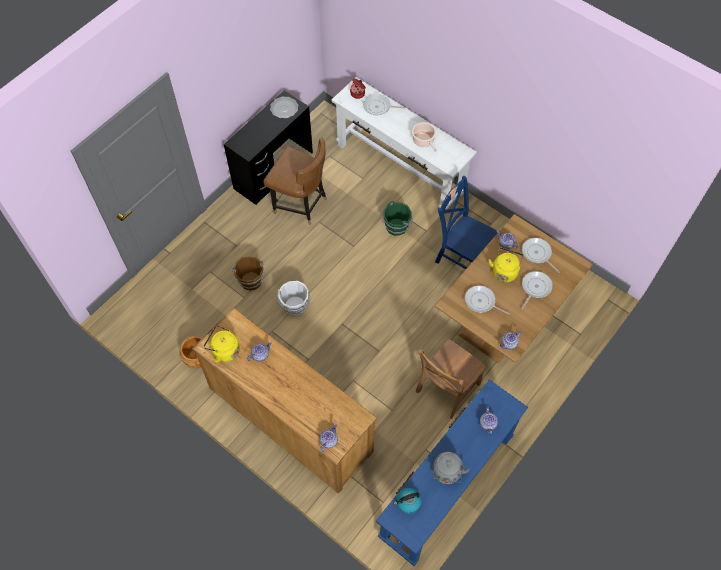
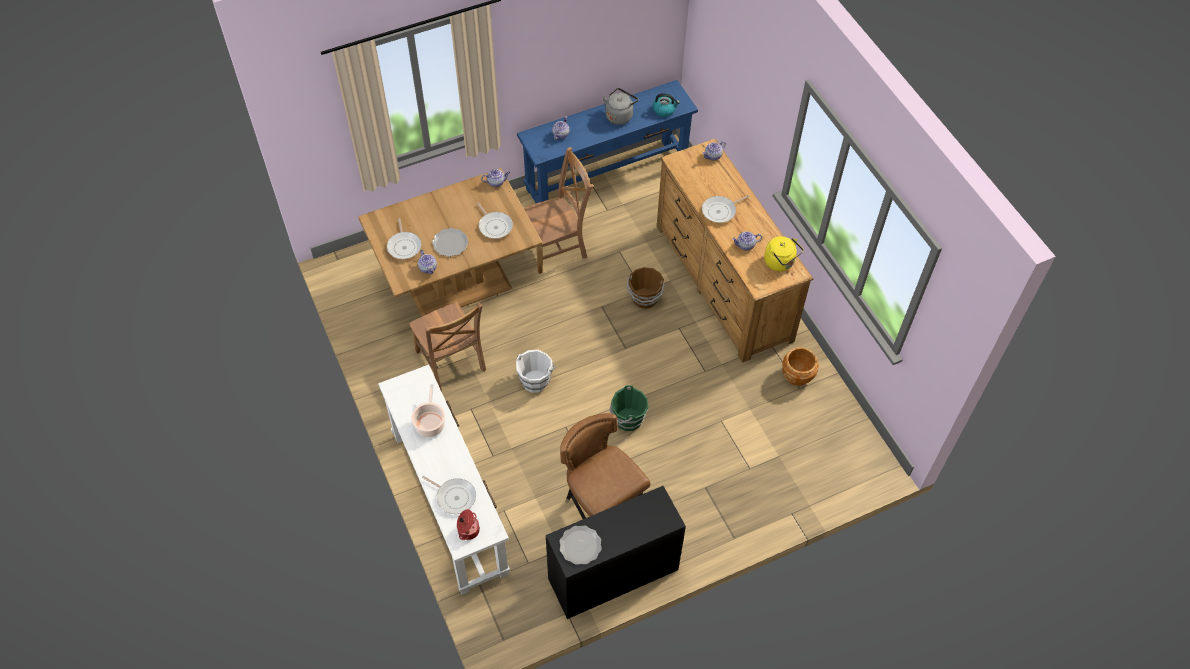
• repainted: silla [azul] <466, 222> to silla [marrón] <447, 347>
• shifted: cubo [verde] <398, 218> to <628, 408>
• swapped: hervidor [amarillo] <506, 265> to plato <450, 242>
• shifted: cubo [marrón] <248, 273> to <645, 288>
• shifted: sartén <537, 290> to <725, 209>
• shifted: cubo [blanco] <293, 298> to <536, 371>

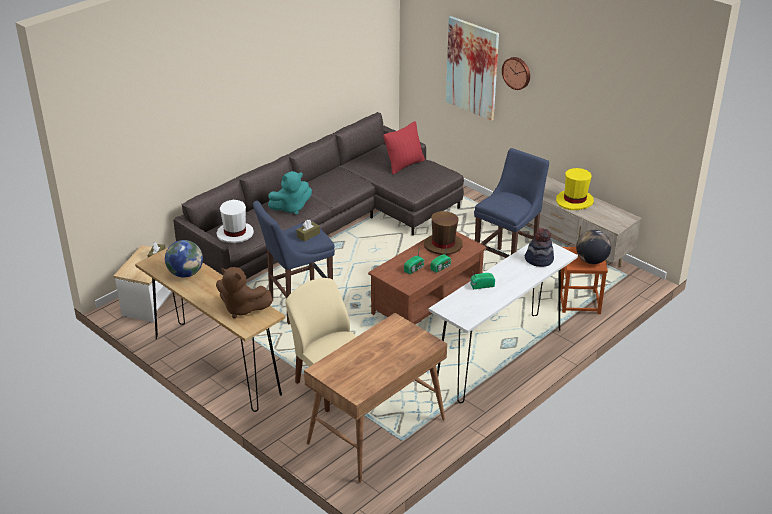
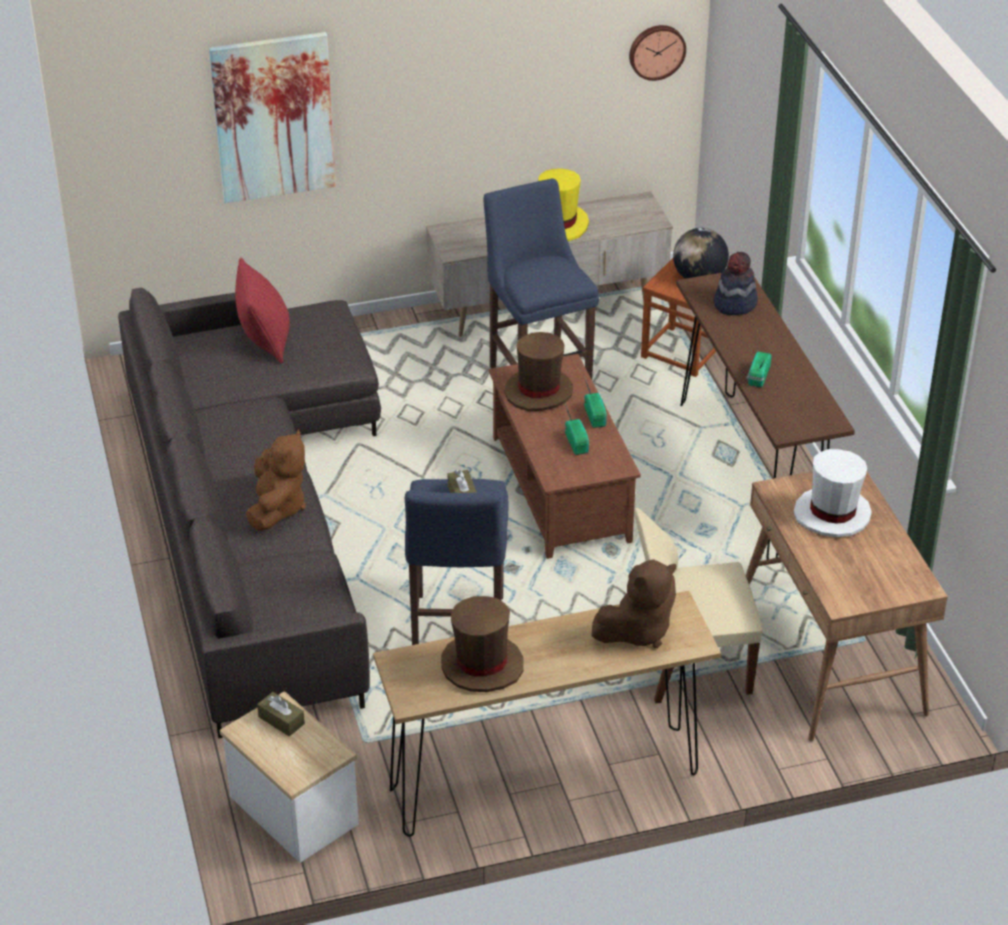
• shifted: reloj de pared <516, 73> to <657, 53>
• repainted: peluche [turquesa] <290, 193> to peluche [marrón] <276, 480>
• shifted: sombrero [blanco] <235, 221> to <833, 493>
• swapped: globo terráqueo <184, 259> to sombrero [marrón] <482, 644>
• repainted: mesa consola [blanco] <503, 323> to mesa consola [marrón] <765, 416>

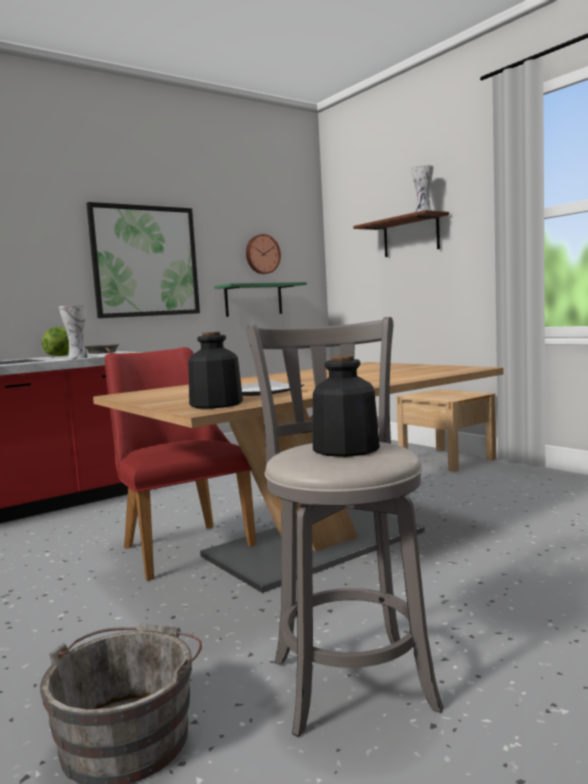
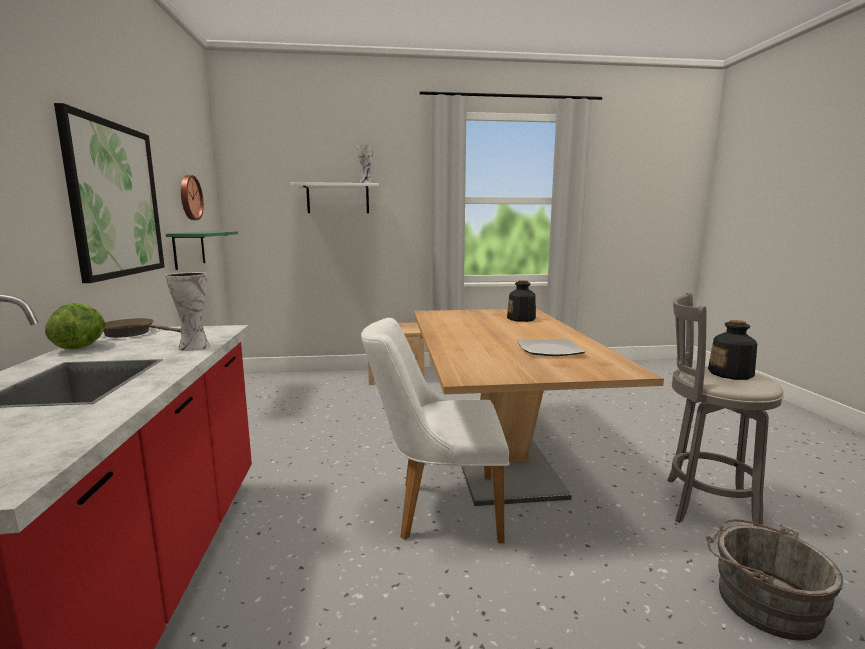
• repainted: estante [marrón] <401, 233> to estante [blanco] <335, 197>
• shifted: botella <215, 370> to <521, 301>
• repainted: silla [rojo] <180, 464> to silla [blanco] <435, 430>

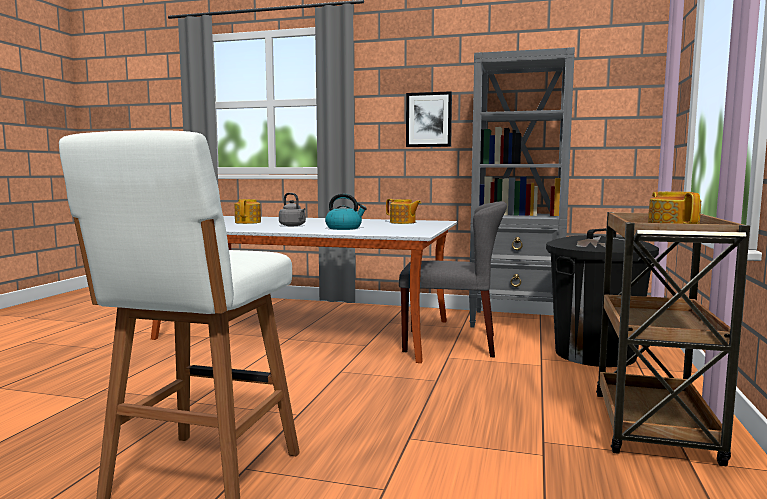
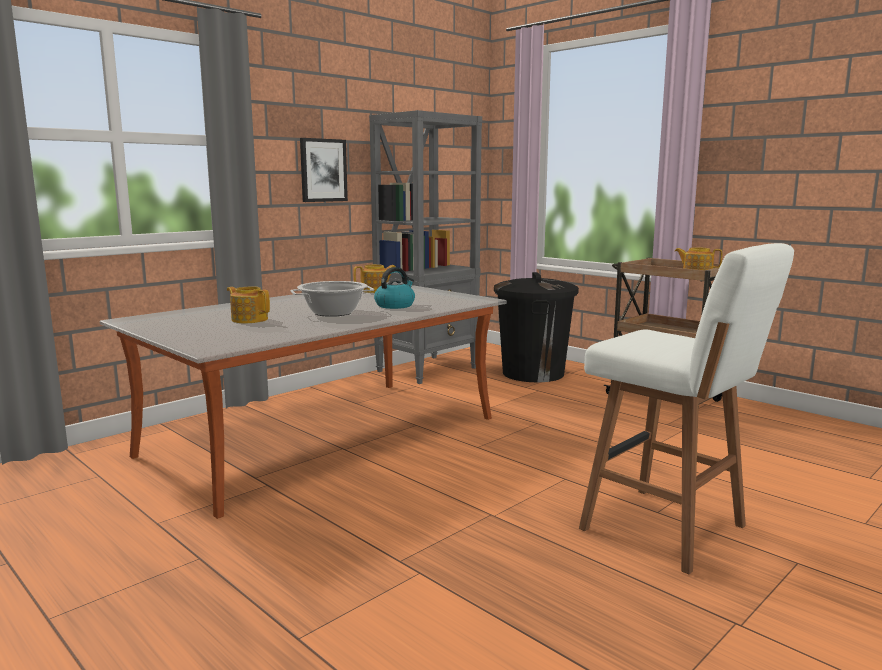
• swapped: hervidor [gris] <292, 209> to olla <332, 299>
• gone: silla [gris] <453, 279>

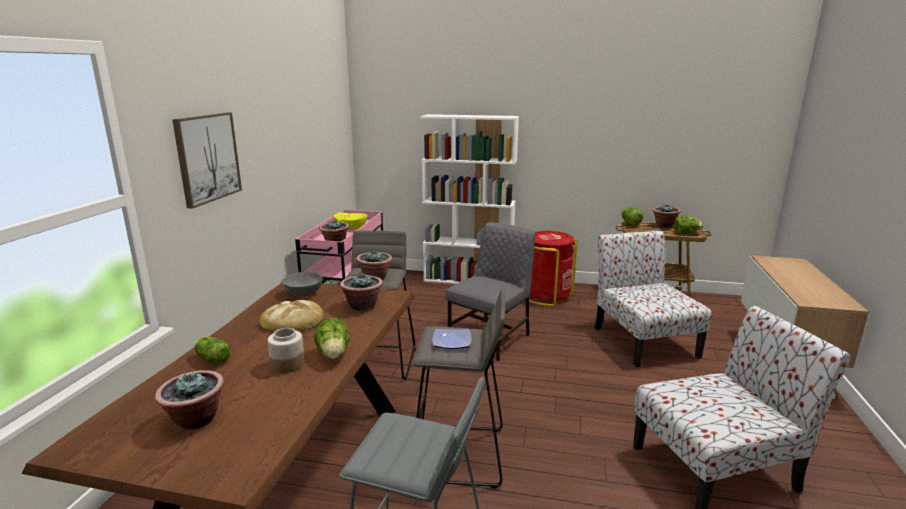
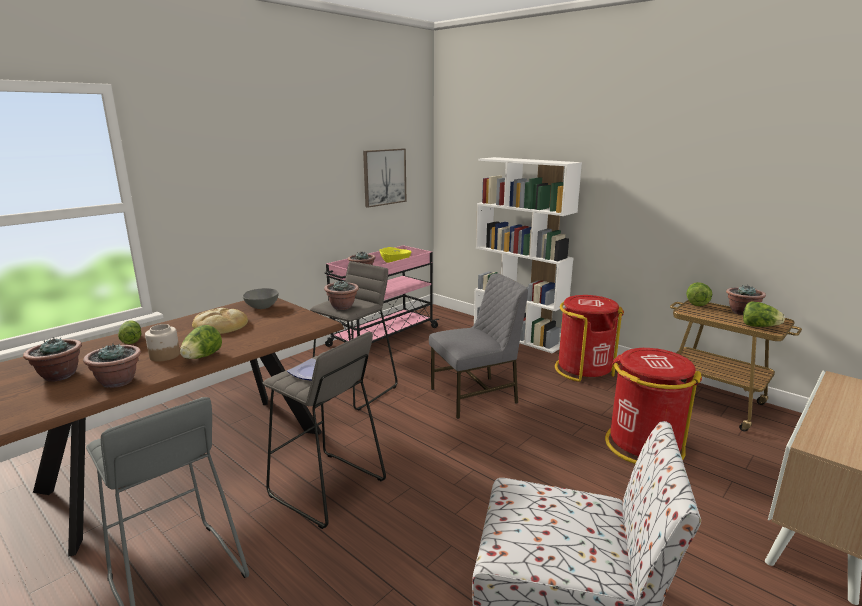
• shifted: cuadro <207, 160> to <384, 178>
• swapped: silla <653, 299> to papelera [rojo] <653, 406>
• shifted: planta en maceta <361, 292> to <112, 365>

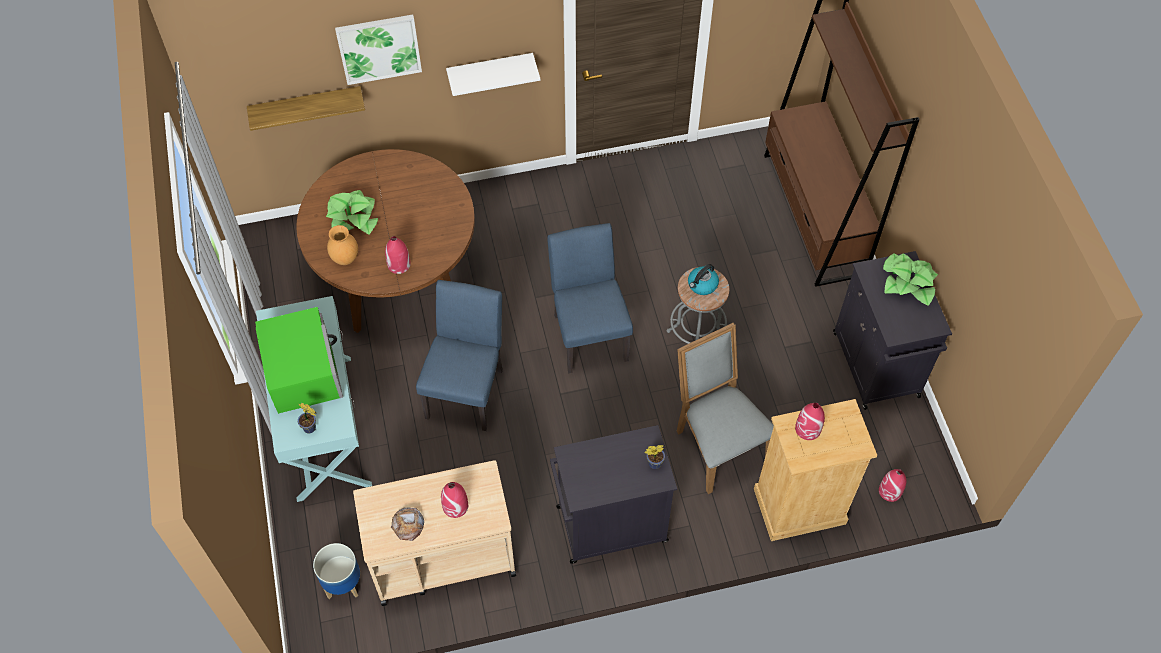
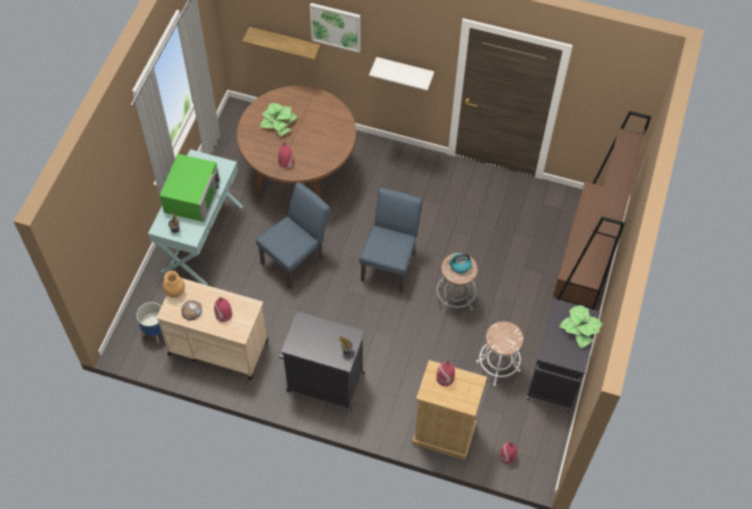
• shifted: florero [marrón] <342, 245> to <174, 284>
• gone: silla [gris] <725, 408>
• new: taburete [blanco] <500, 353>

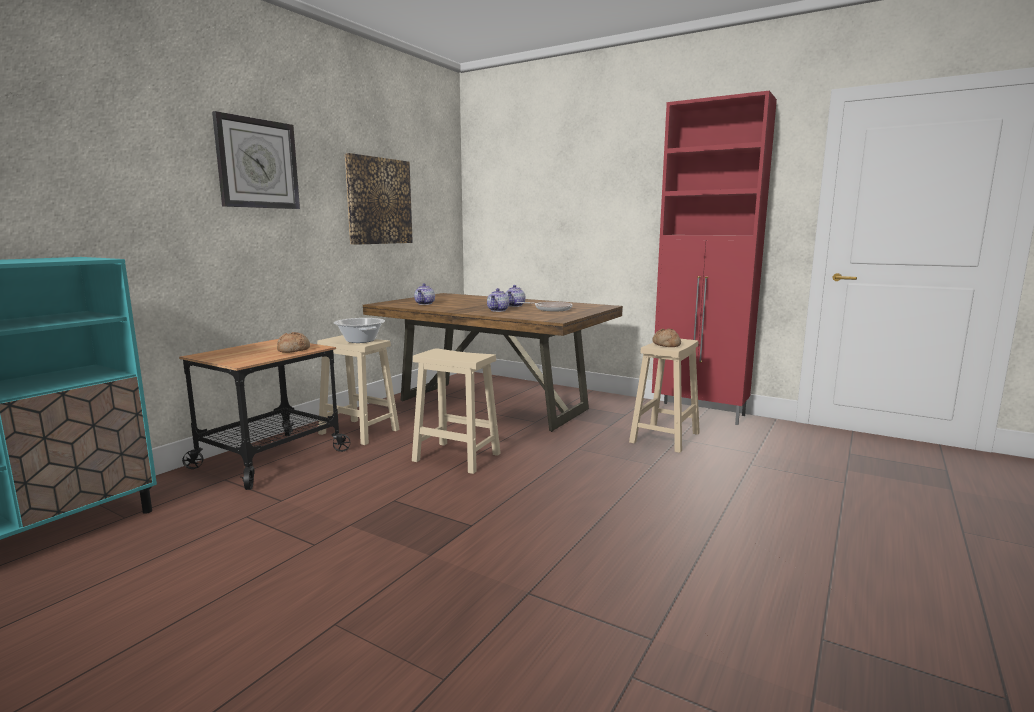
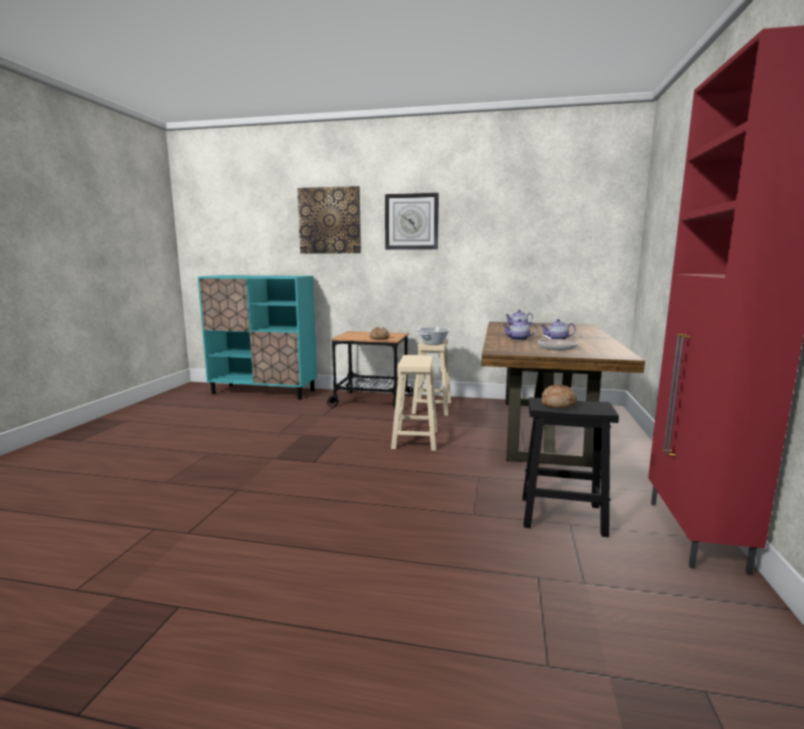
• shifted: cuadro <379, 199> to <329, 219>
• repainted: taburete [beis] <664, 396> to taburete [negro] <570, 467>

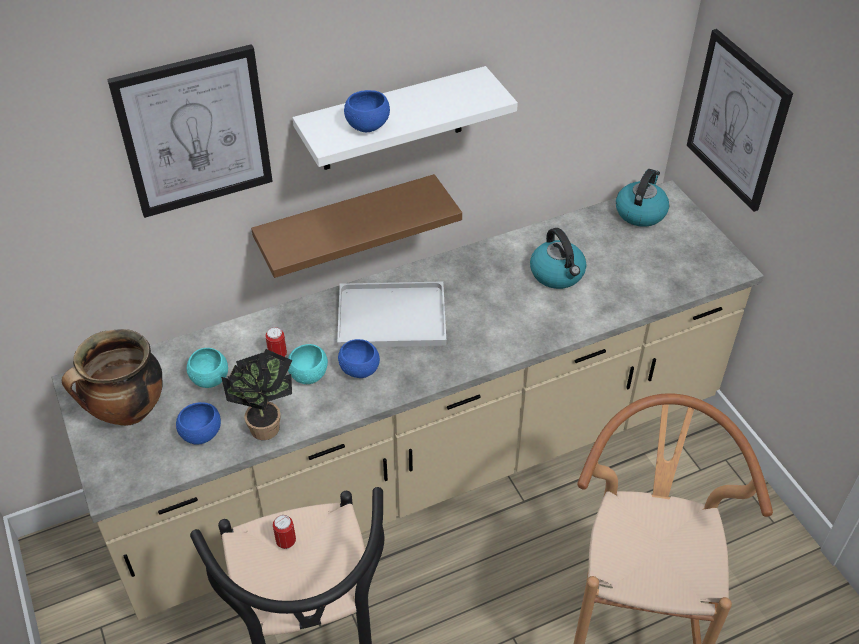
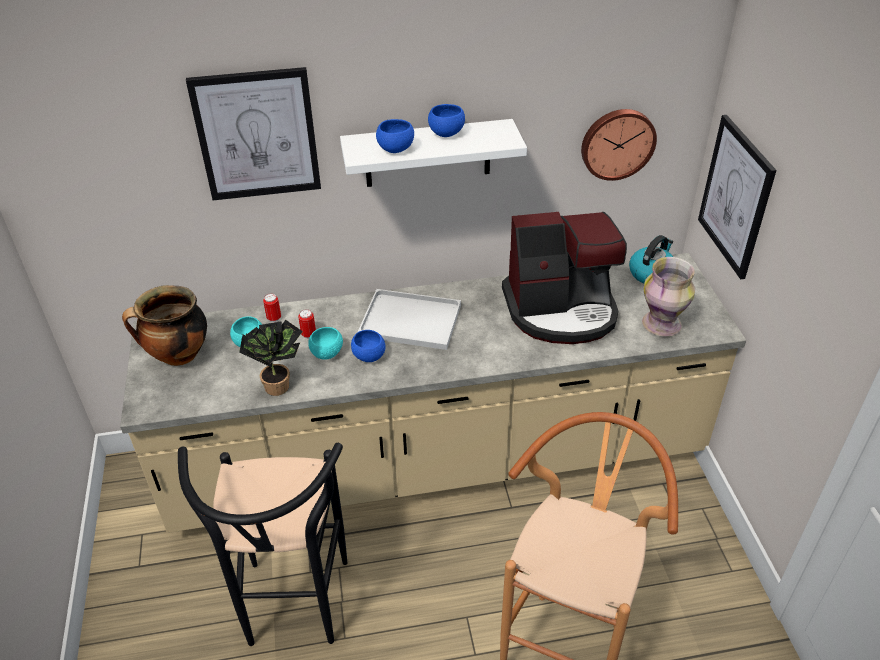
• gone: estante [marrón] <356, 226>
• swapped: hervidor <558, 258> to cafetera <564, 278>
• shifted: cuenco [azul] <198, 423> to <446, 120>
• shifted: lata <284, 532> to <272, 308>
• new: reloj de pared <619, 145>
• new: florero <668, 297>

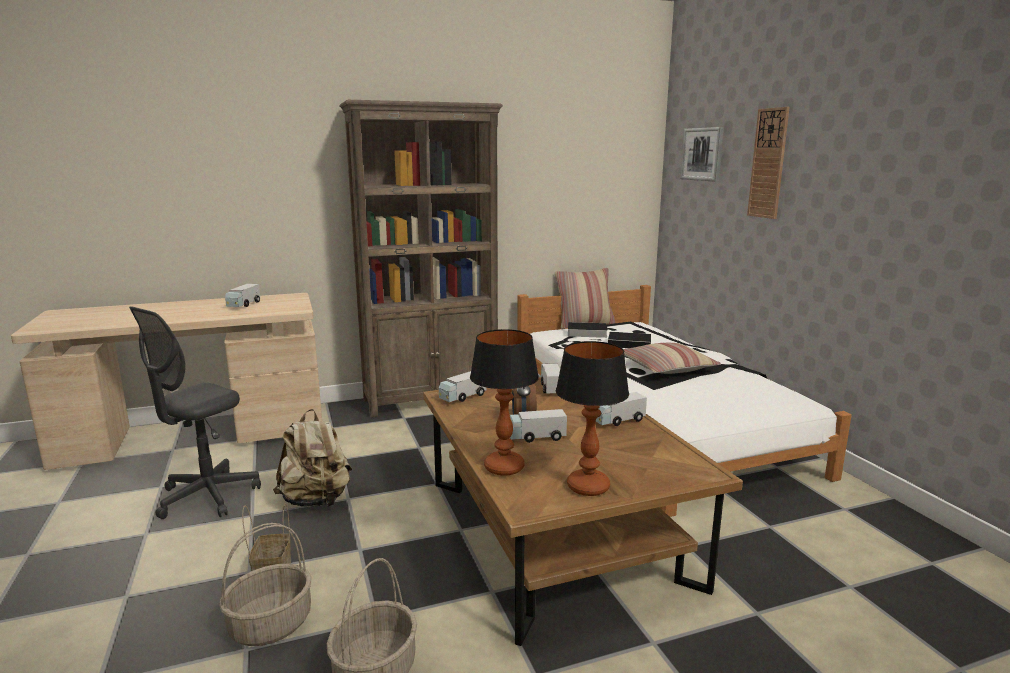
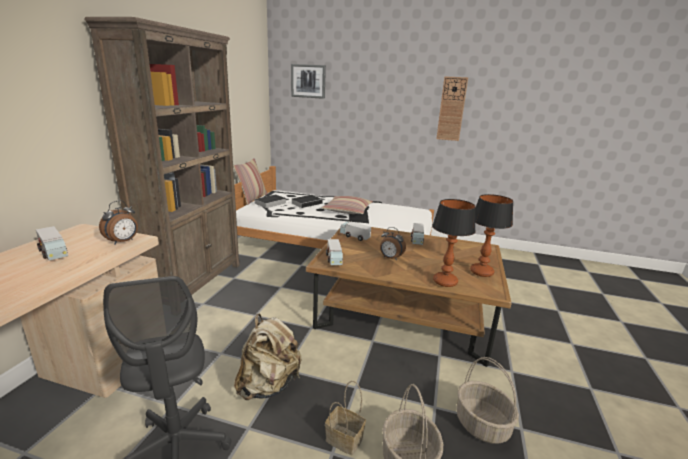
• shifted: reloj de pared <768, 163> to <452, 108>
• gone: camión de juguete <538, 426>
• new: despertador <118, 222>

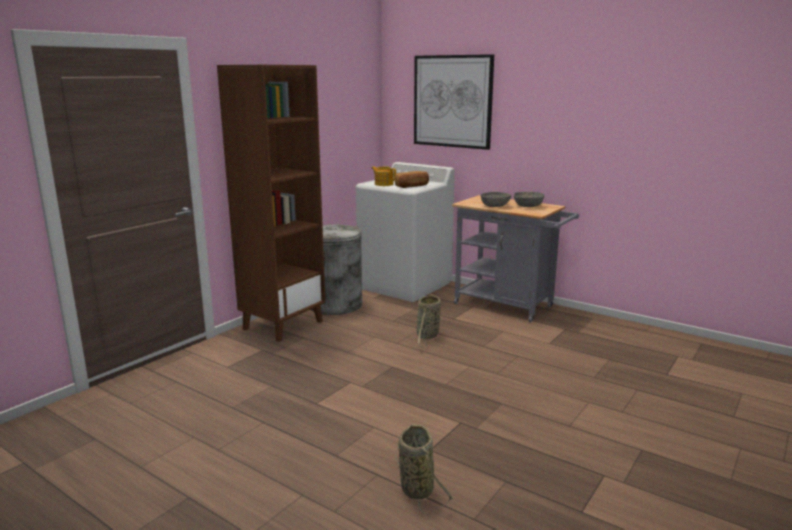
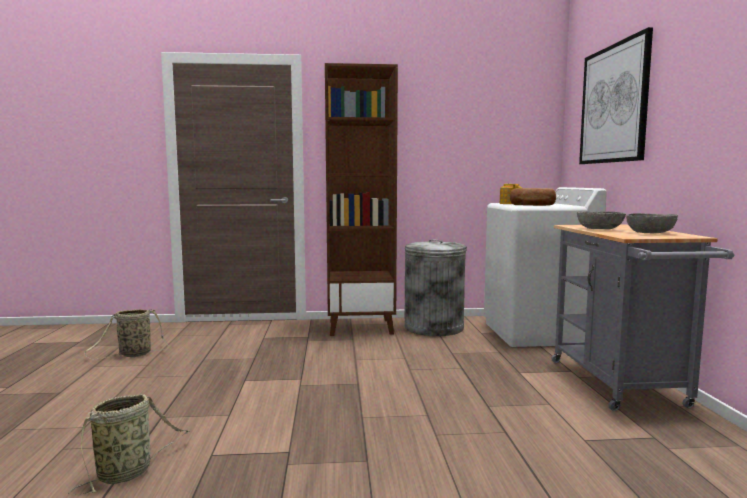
• shifted: cesta <429, 320> to <126, 334>

